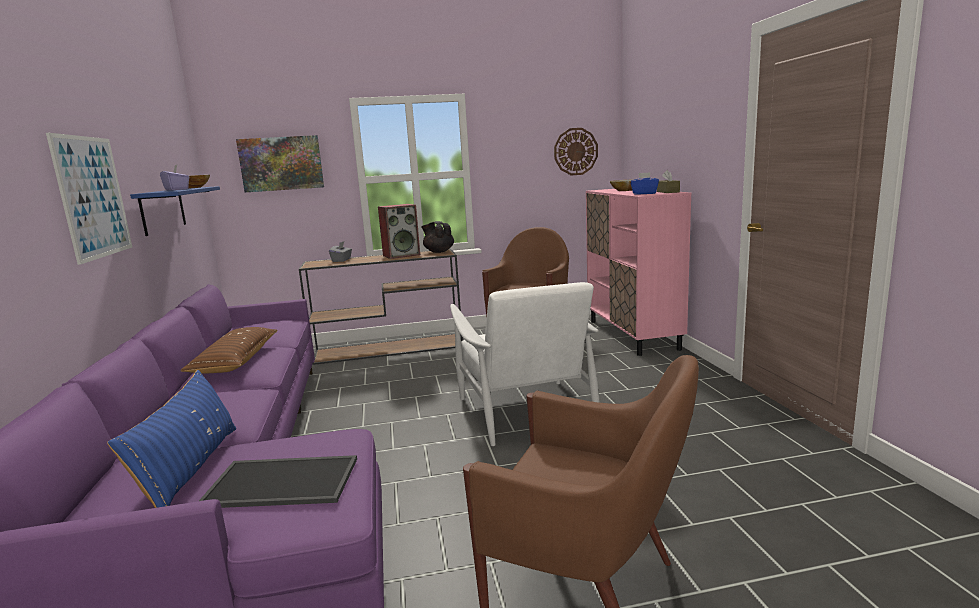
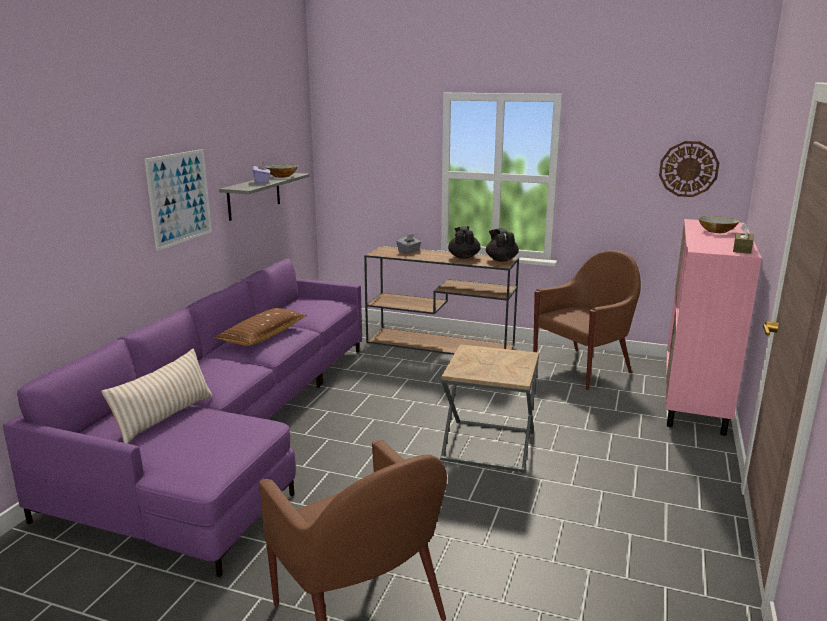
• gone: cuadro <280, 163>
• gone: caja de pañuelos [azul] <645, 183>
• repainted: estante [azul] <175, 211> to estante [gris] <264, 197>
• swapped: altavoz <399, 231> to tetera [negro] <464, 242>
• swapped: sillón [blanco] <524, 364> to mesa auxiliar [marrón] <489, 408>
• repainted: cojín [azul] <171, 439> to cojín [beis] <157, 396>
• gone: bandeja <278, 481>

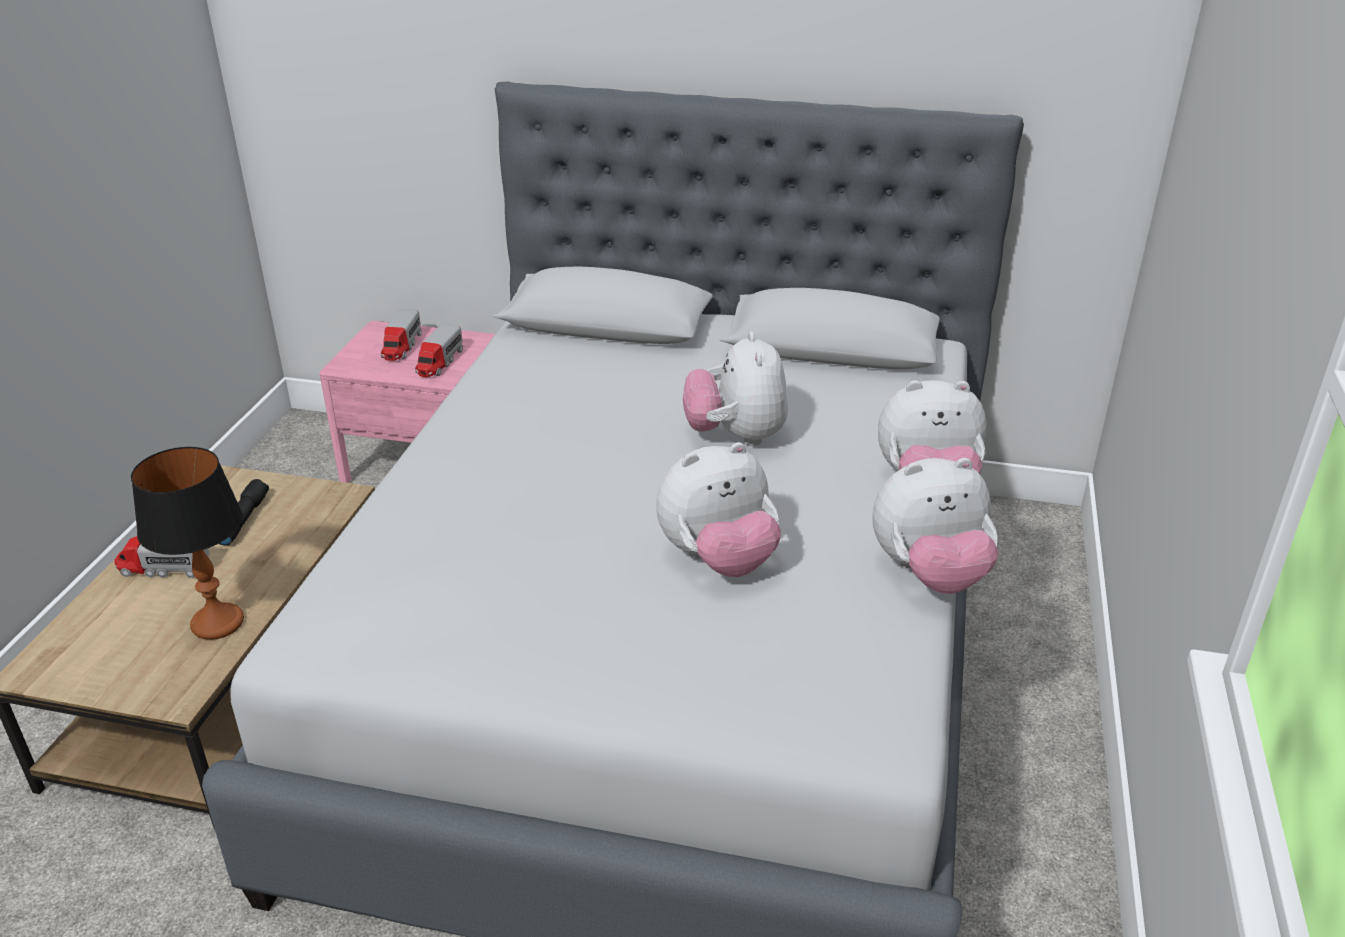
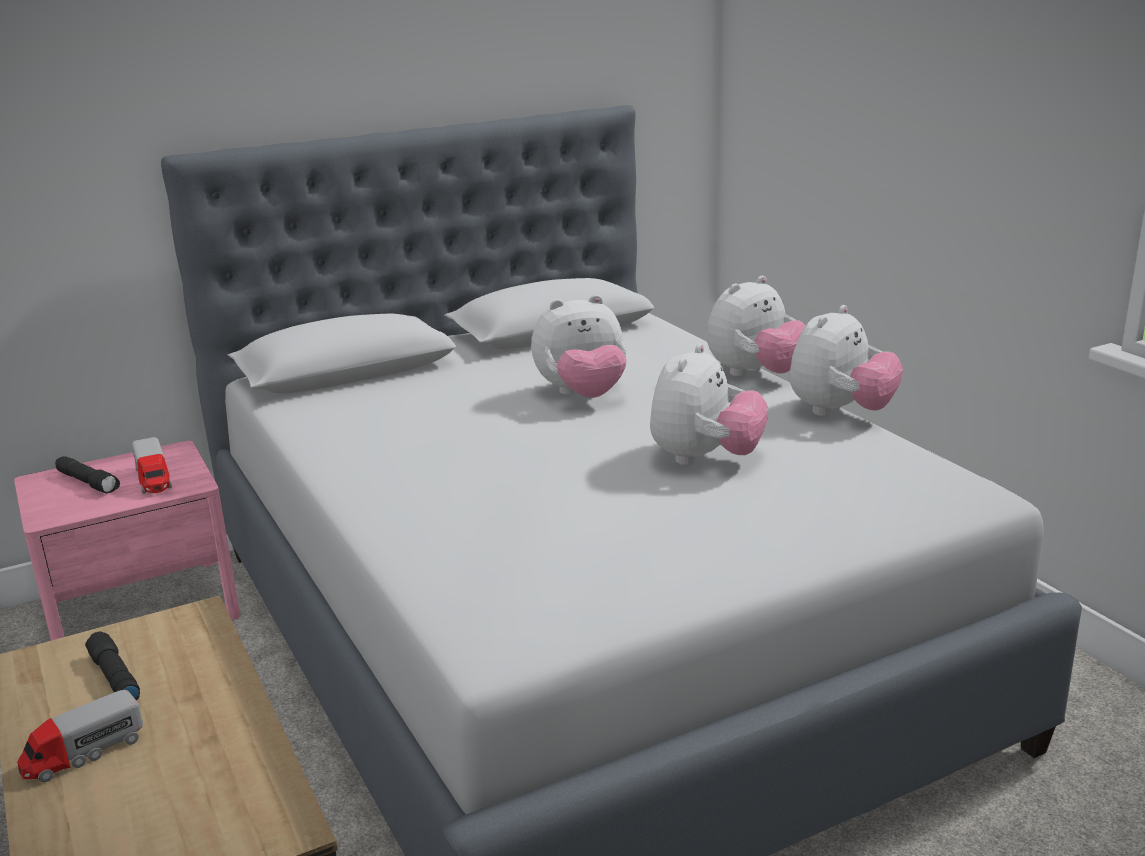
• swapped: camión de juguete <401, 335> to linterna [negro] <87, 475>
• rotated: peluche <735, 388> = <579, 346> 60 degrees counterclockwise
• gone: lámpara de mesa <187, 543>

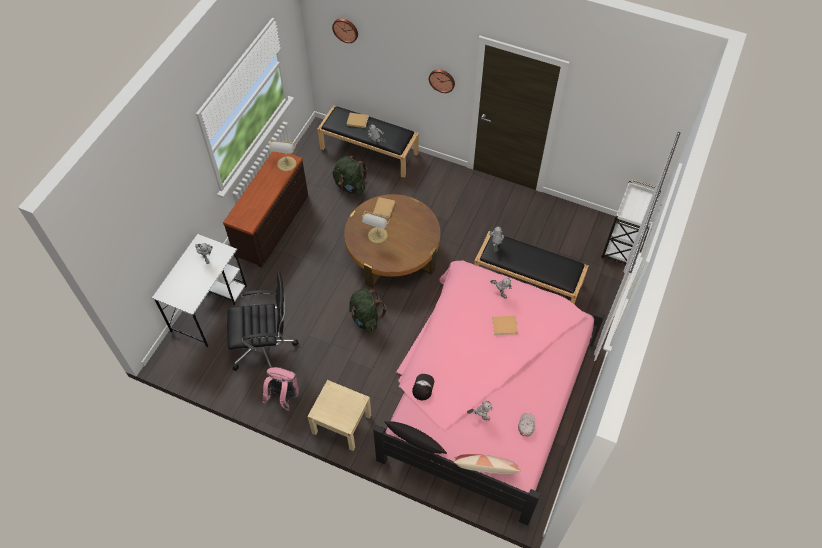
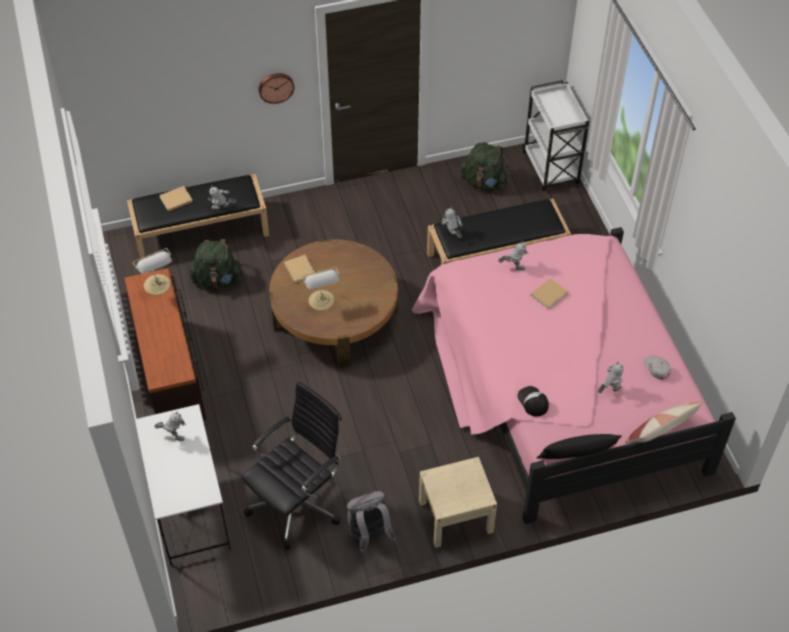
• gone: reloj de pared <345, 31>
• shifted: mochila [verde] <367, 310> to <484, 166>
• repainted: mochila [rosa] <281, 389> to mochila [gris] <371, 522>

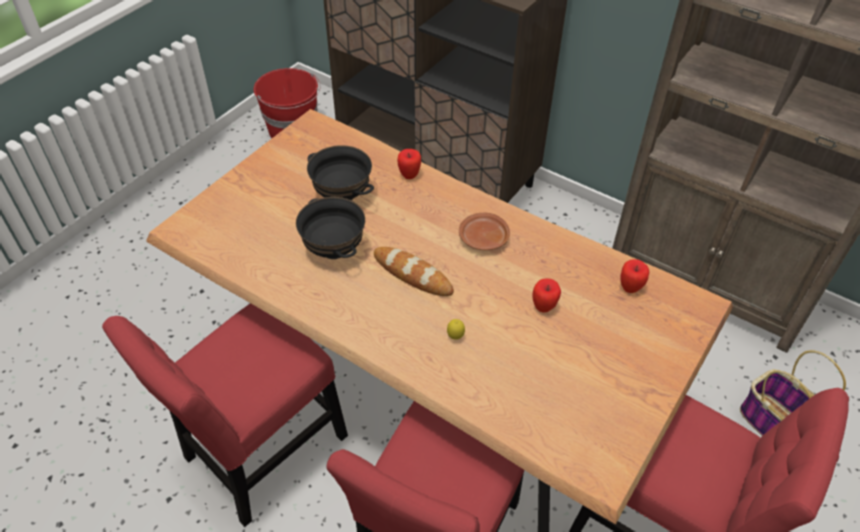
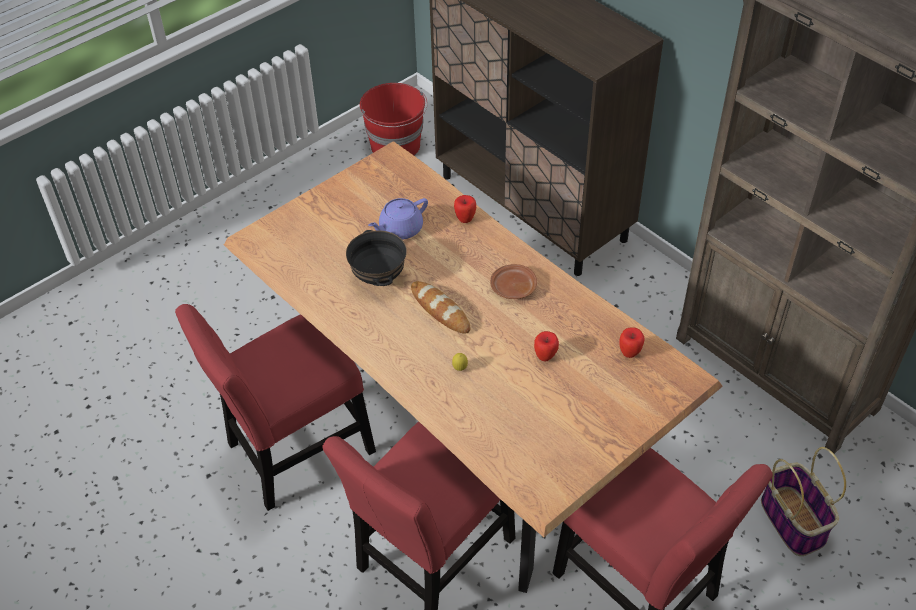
• swapped: cuenco [negro] <340, 173> to tetera [morado] <398, 219>

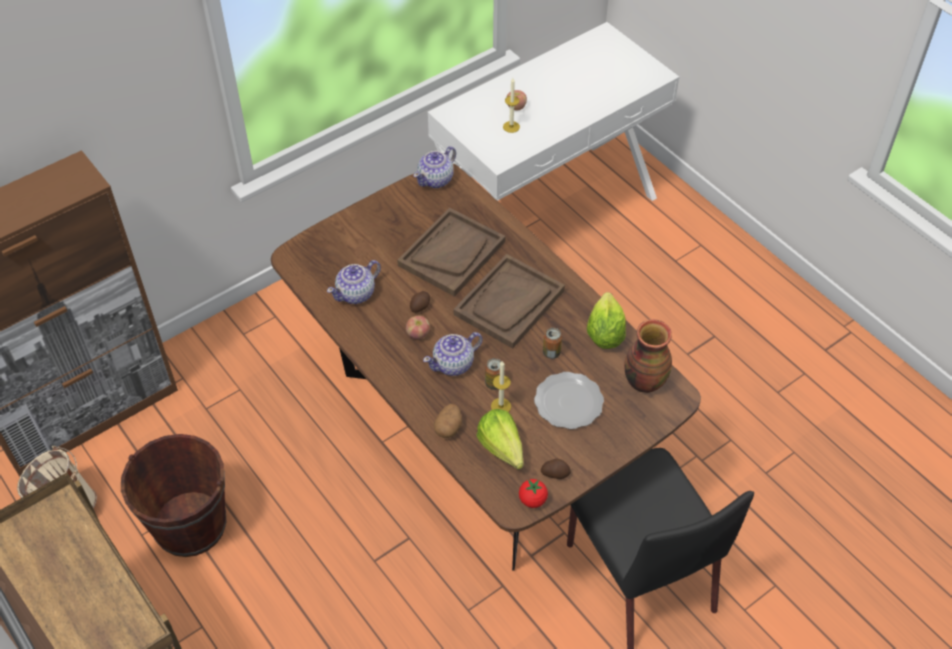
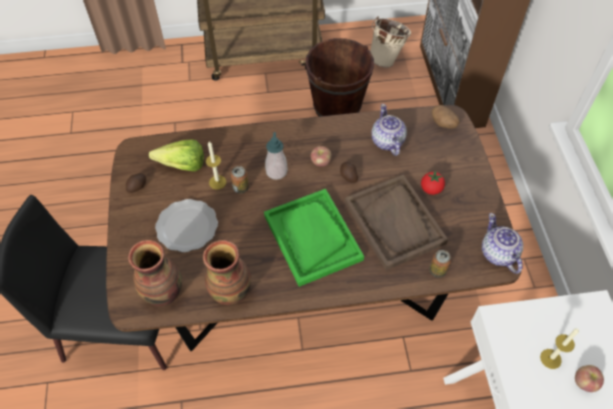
• repainted: bandeja [marrón] <509, 301> to bandeja [verde] <314, 238>
• swapped: lechuga <606, 320> to florero <227, 272>
• shifted: lata <552, 343> to <440, 264>
• swapped: tetera <452, 354> to dispensador de jabón <276, 156>
• shifted: patata <448, 421> to <446, 117>
• shifted: tomate <533, 493> to <433, 183>

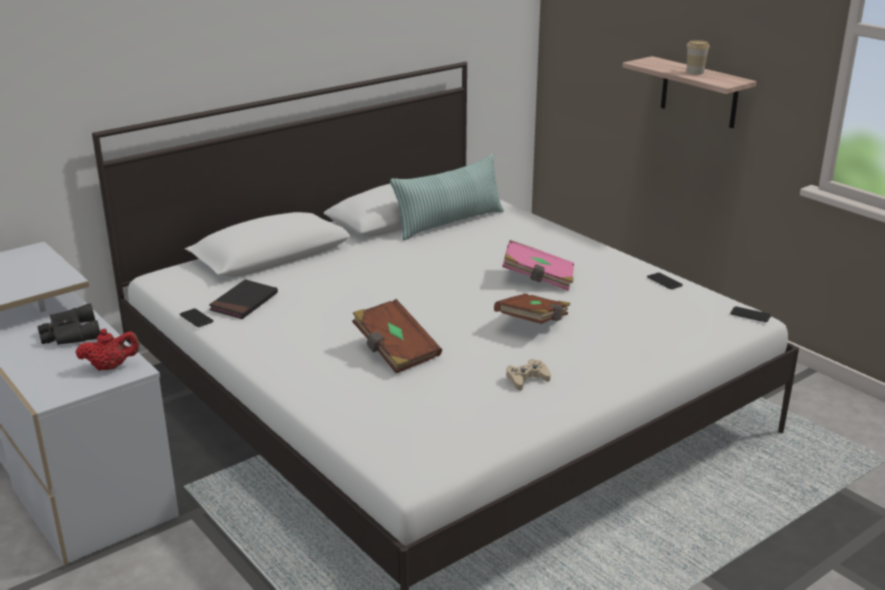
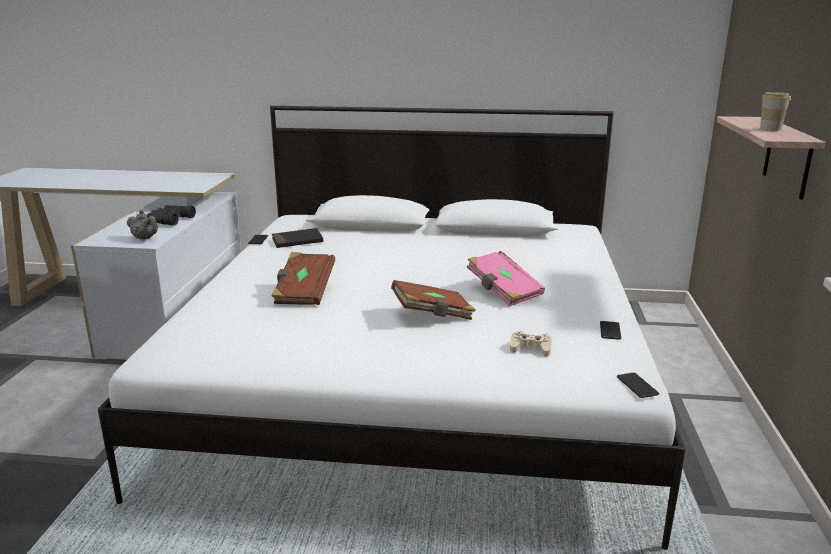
• gone: cojín <447, 197>
• repainted: tetera [rojo] <107, 350> to tetera [gris] <142, 225>
• shifted: mando de consola [beis] <529, 375> to <531, 344>

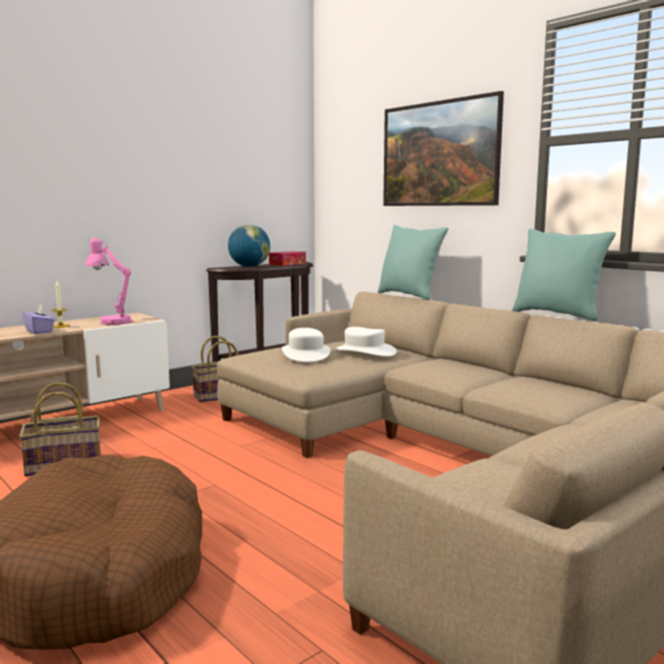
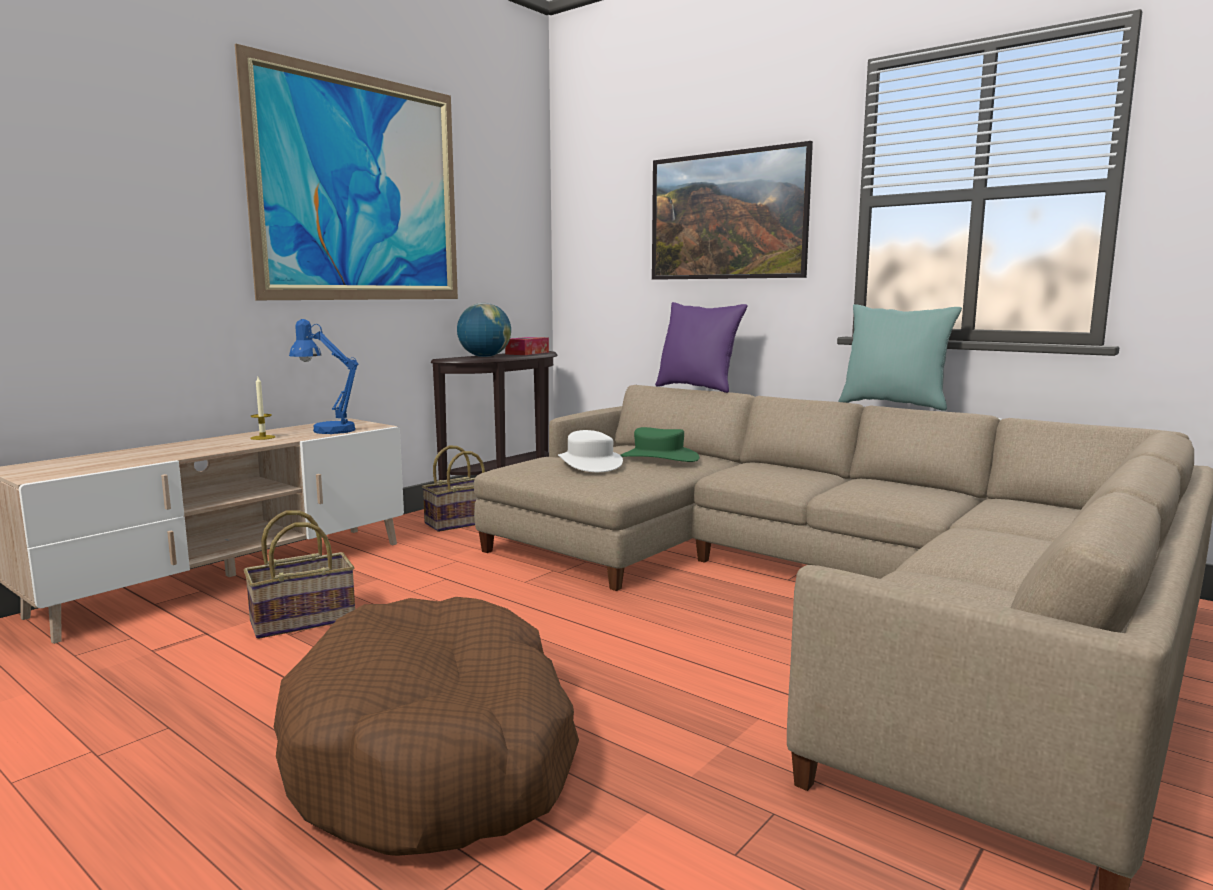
• repainted: cojín [turquesa] <413, 262> to cojín [morado] <701, 347>
• repainted: lámpara de mesa [rosa] <108, 281> to lámpara de mesa [azul] <323, 376>
• gone: caja de pañuelos [morado] <38, 319>
• repainted: sombrero [blanco] <365, 342> to sombrero [verde] <660, 444>
• new: cuadro <346, 172>

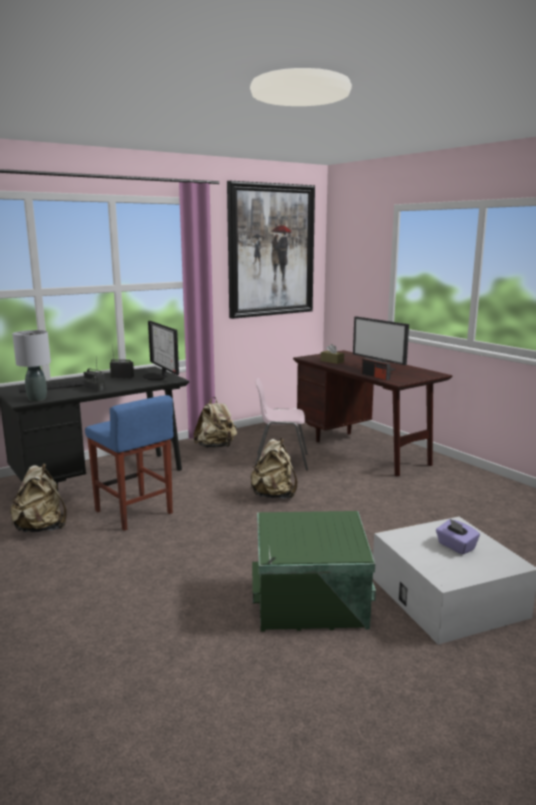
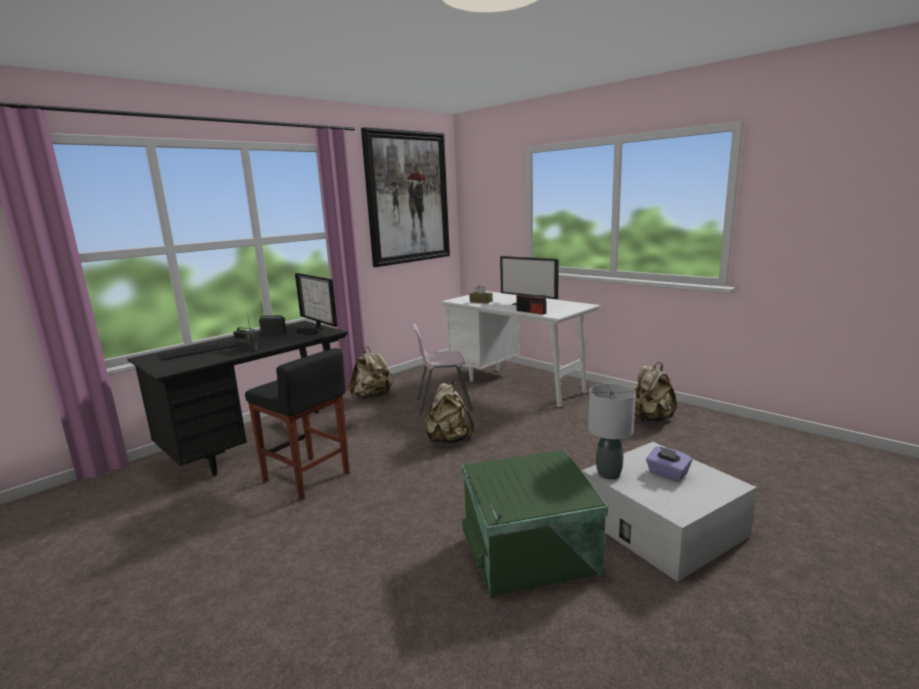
• shifted: lámpara de mesa [gris] <31, 365> to <612, 432>
• repainted: escritorio [marrón] <372, 413> to escritorio [blanco] <521, 349>
• repainted: taburete [azul] <129, 463> to taburete [negro] <297, 424>
• shifted: mochila [beis] <38, 498> to <654, 392>

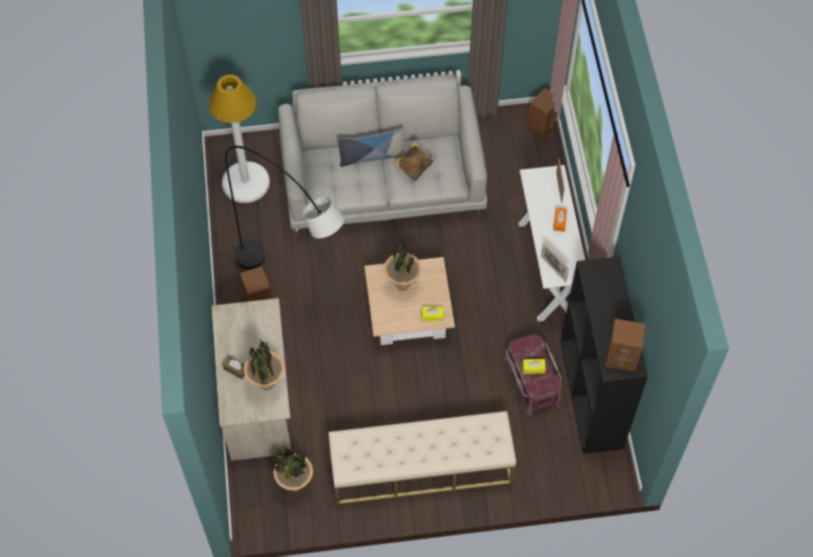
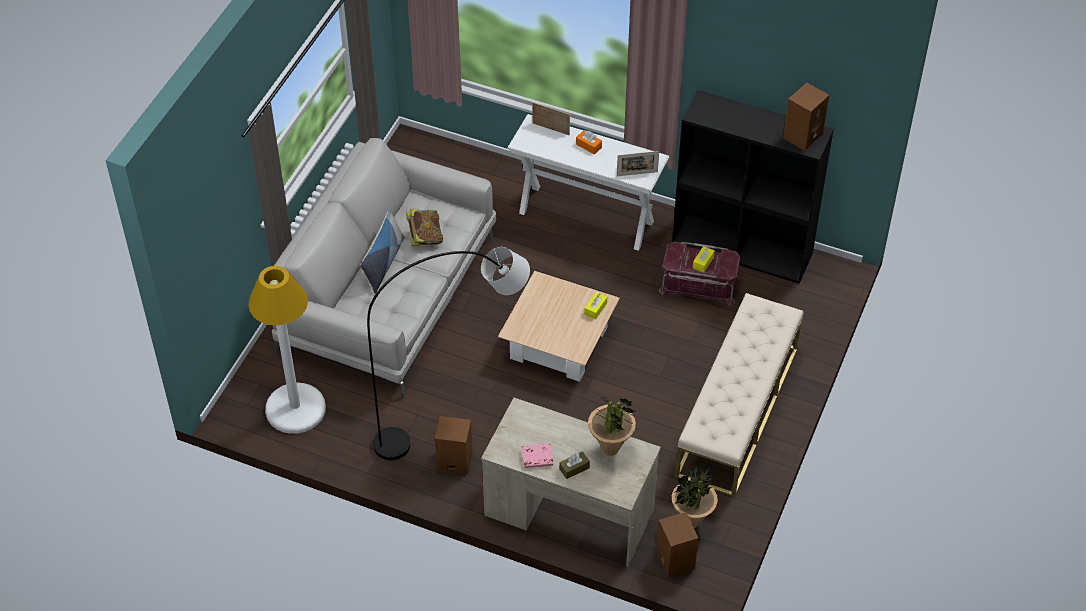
• shifted: altavoz [marrón] <542, 113> to <677, 544>
• gone: planta en maceta <402, 265>
• new: libro [rosa] <537, 455>

